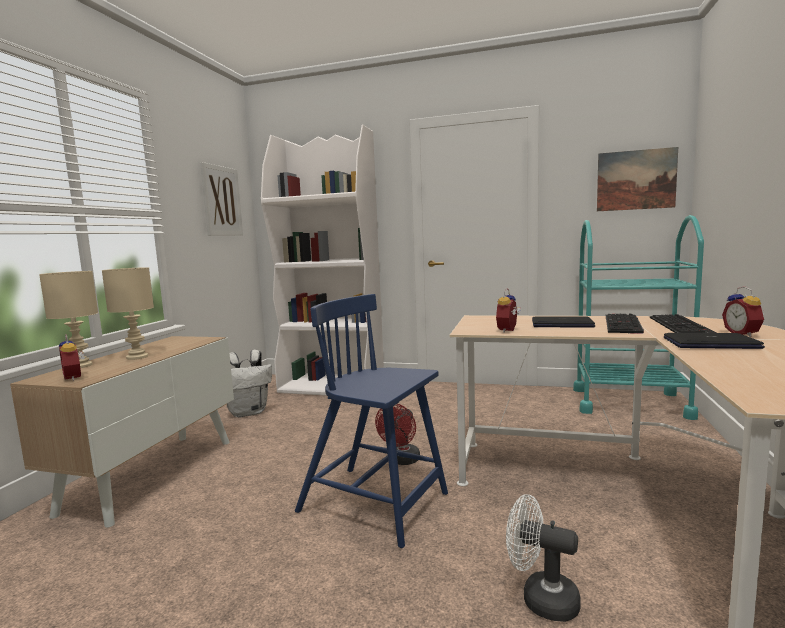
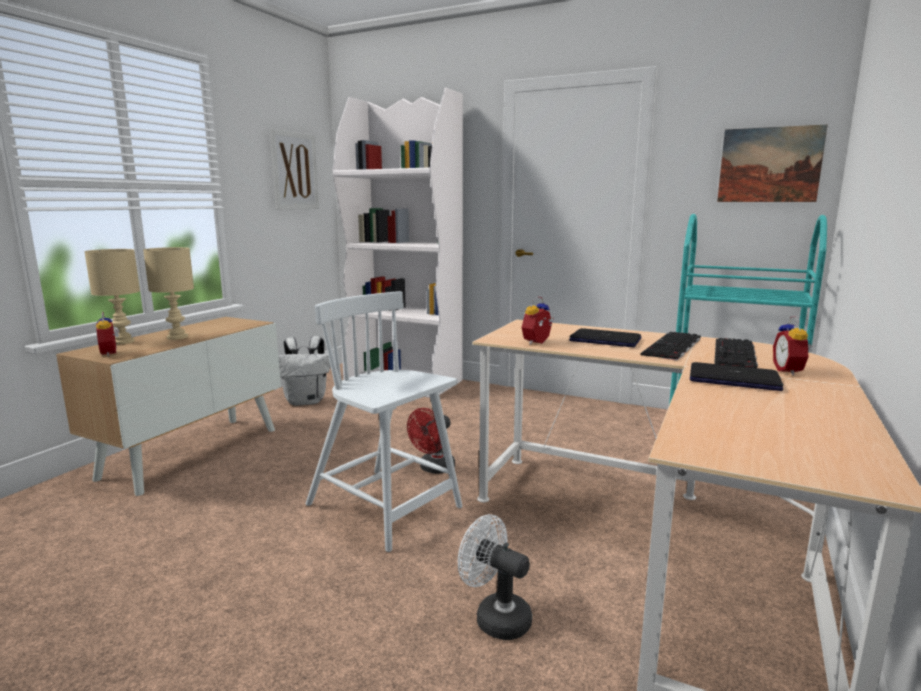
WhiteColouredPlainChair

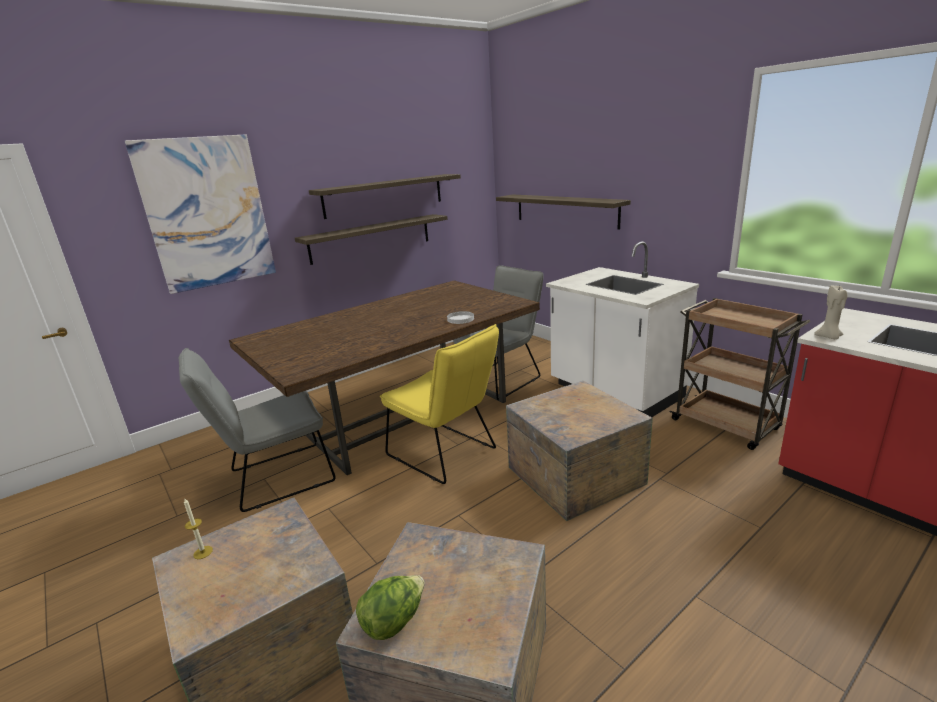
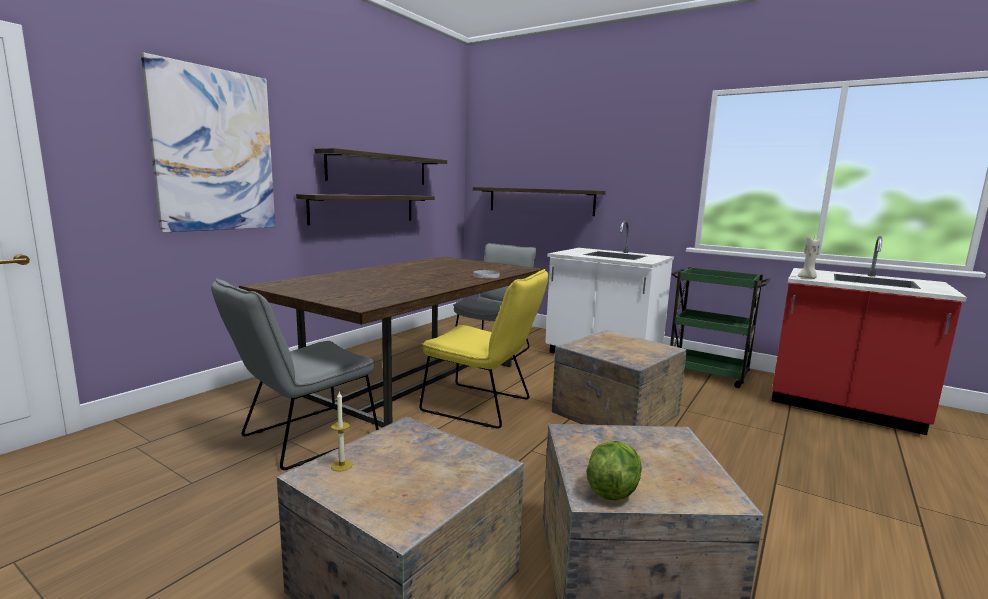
GreenTrolley

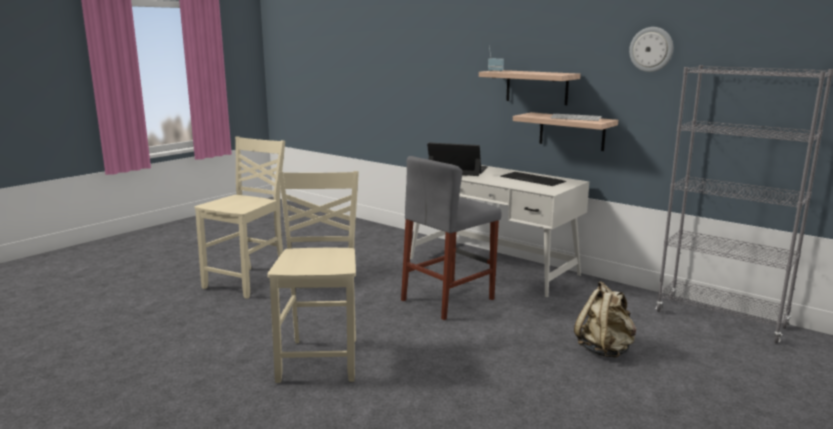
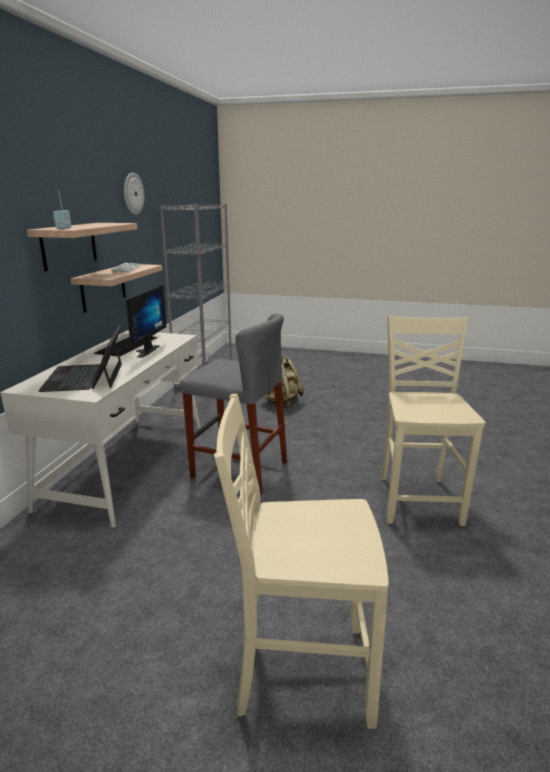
BeigeColouredPlainChair (2nd from left); Monitor

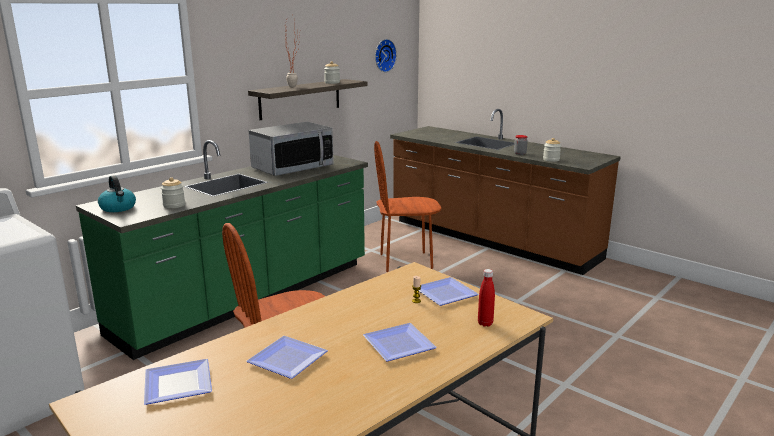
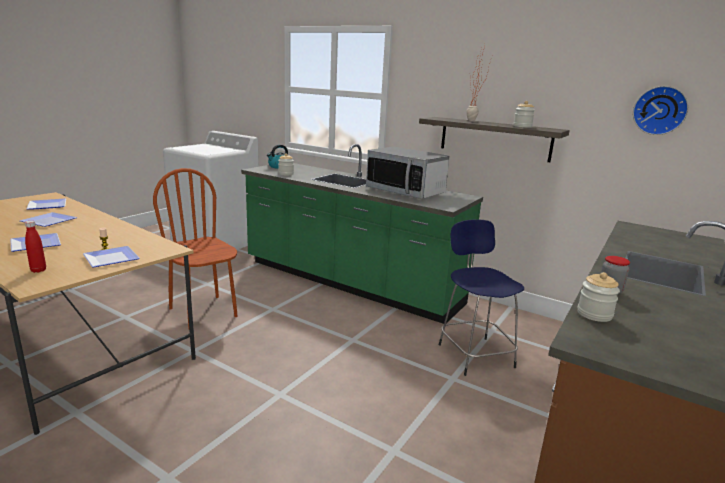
BlueColouredStoolSeat

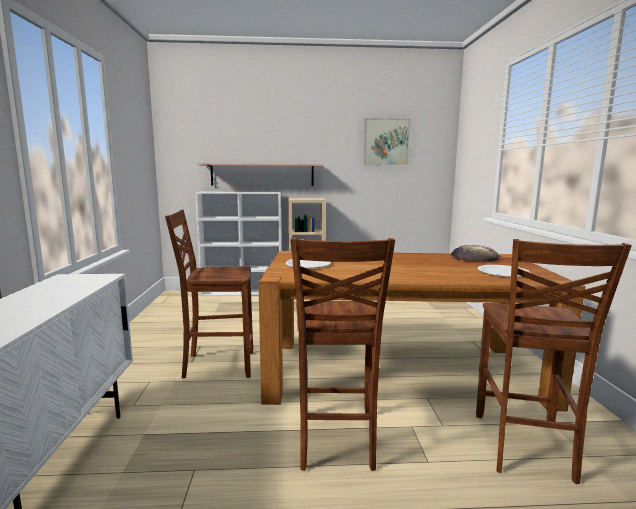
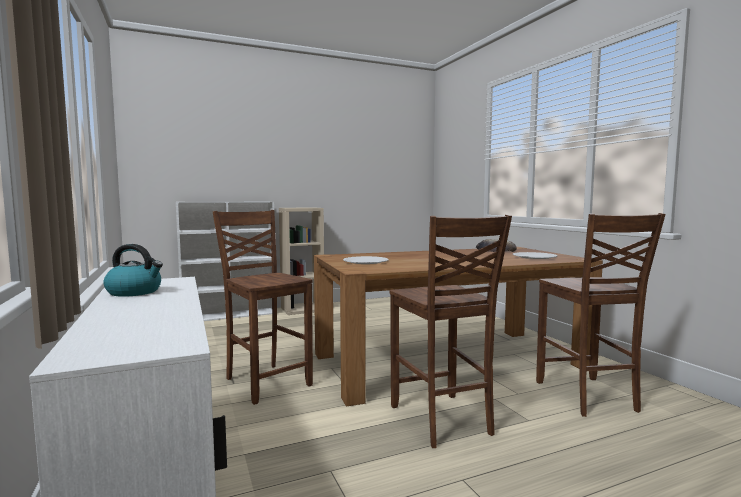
BrownColouredPlainChair (1st from left); BracketShelf; Picture; TeaKettle

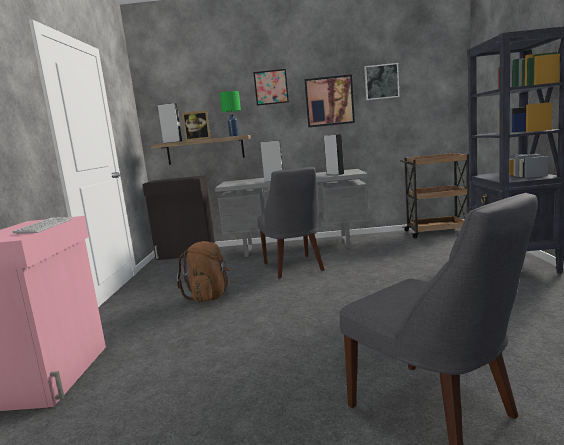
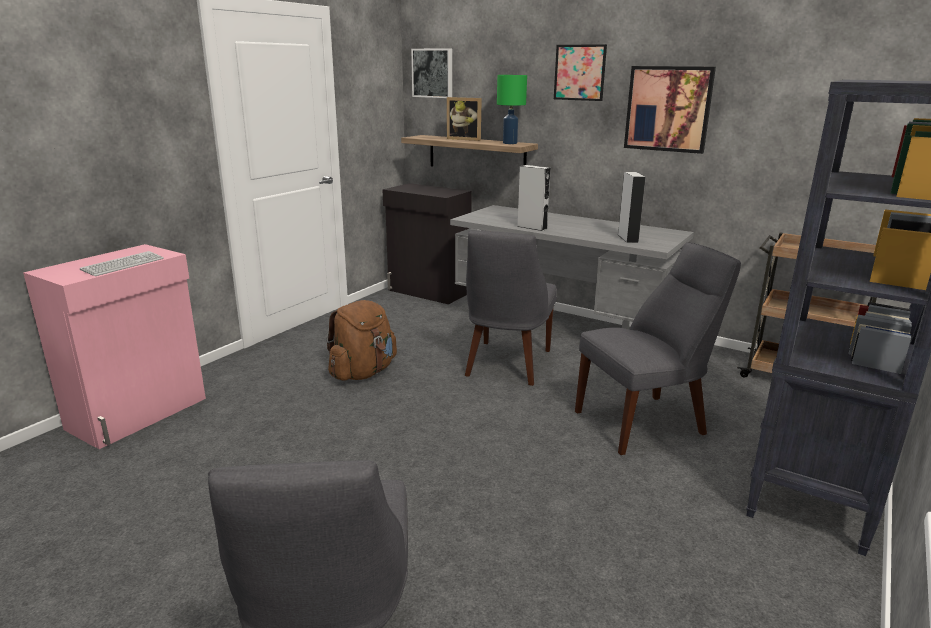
GraySpeaker (1st from left in the first image); Picture (1st from left); GrayPlainChair (3rd from left)

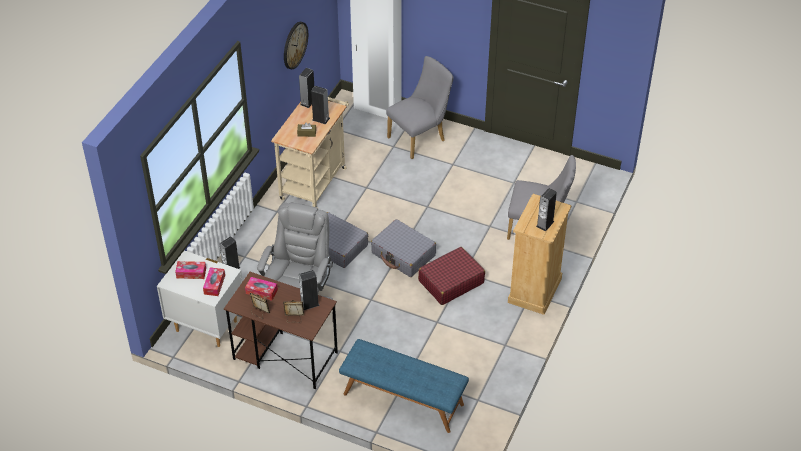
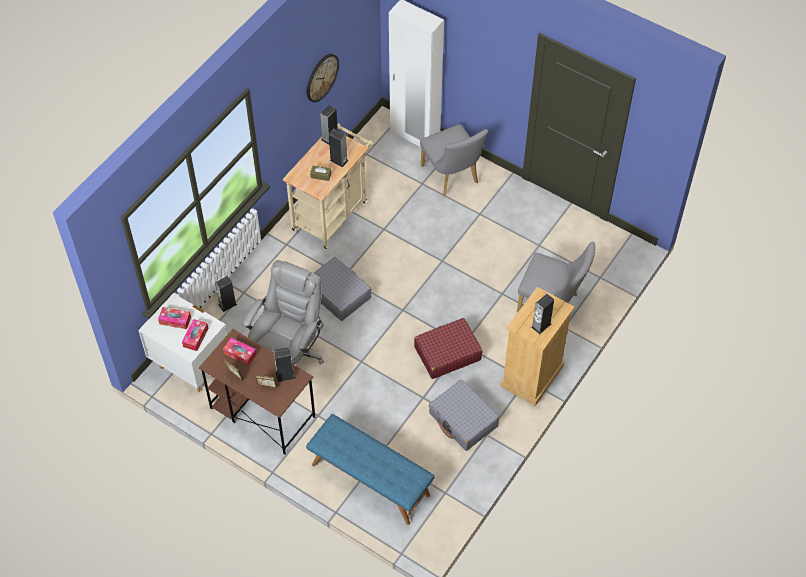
GrayPieceOfLuggage (2nd from left); GrayPlainChair (1st from left)

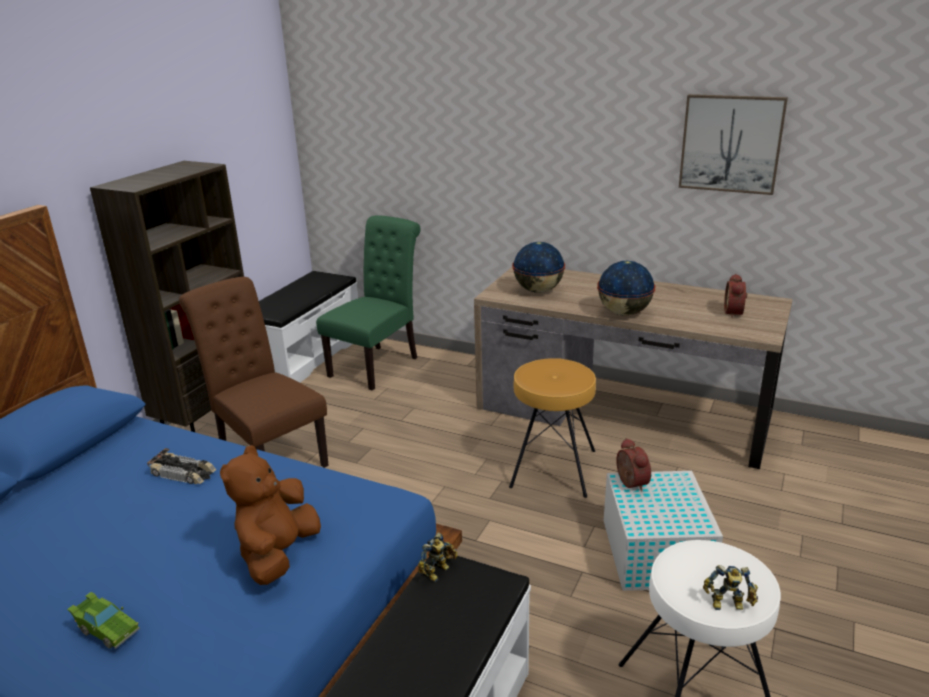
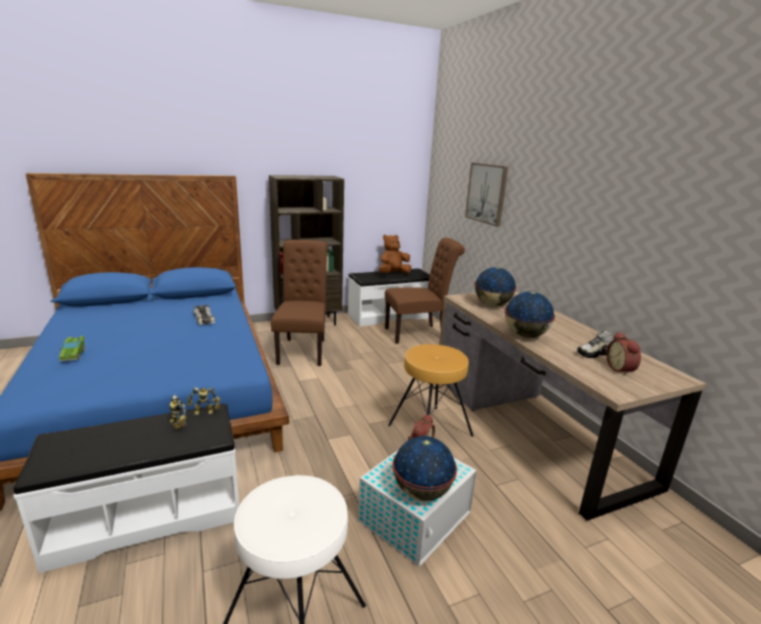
BrownColouredSoftToy; BrownColouredPlainChair (2nd from left); Picture; ModelRobot (1st from left); BedsideClock (2nd from left); Globe (1st from left); LowShoe

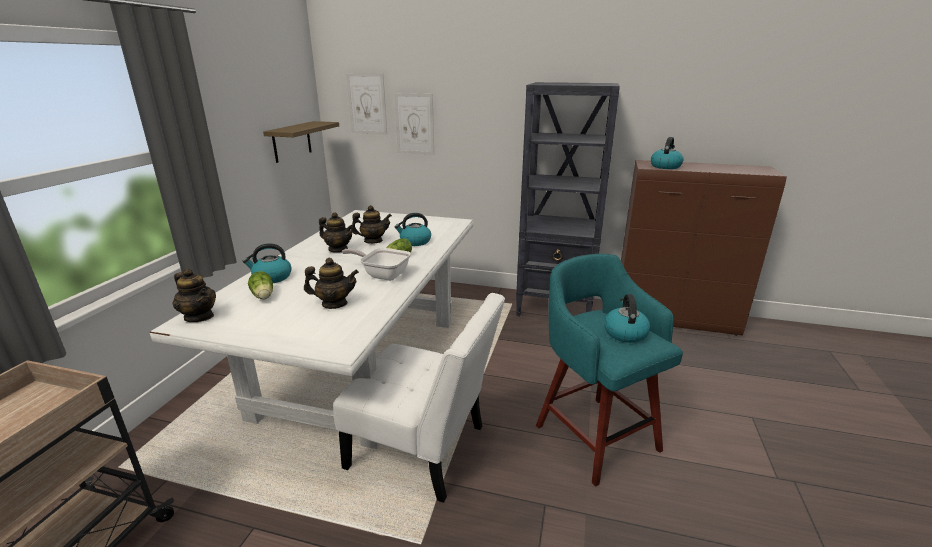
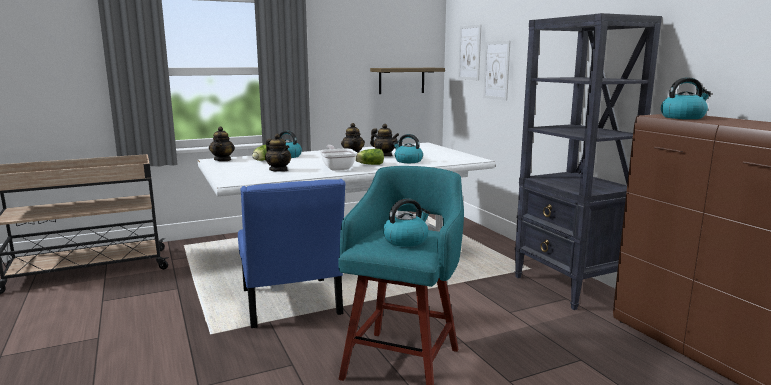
BlueColouredPlainChair

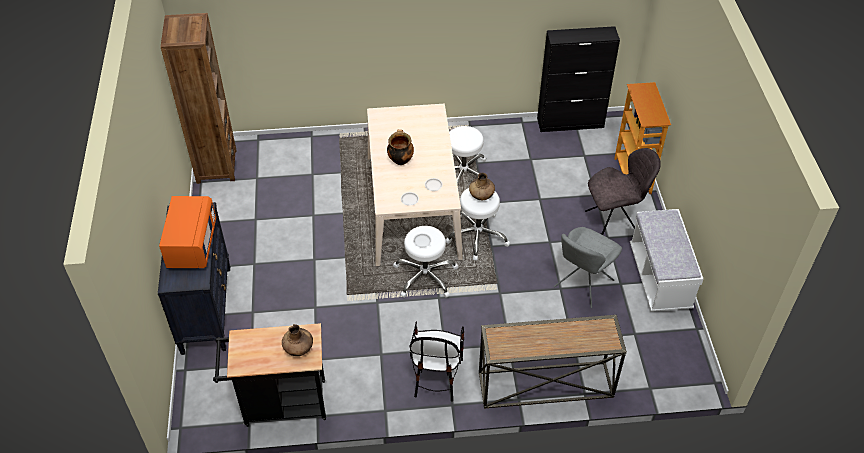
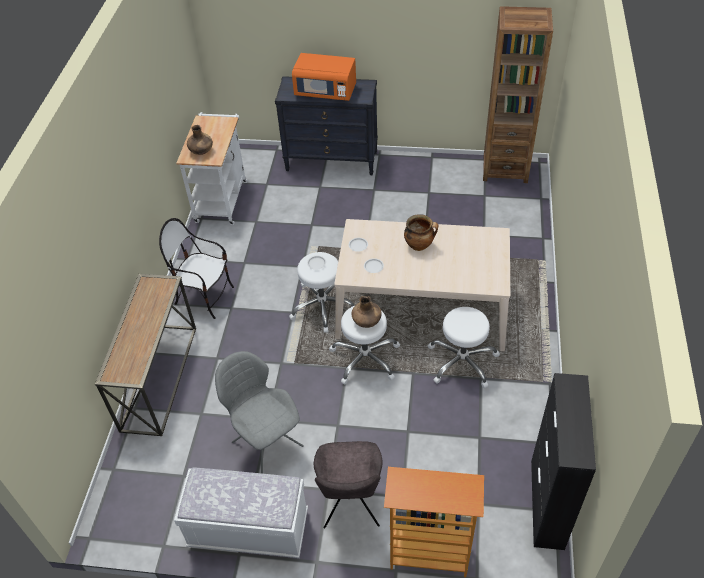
WhiteColouredTrolley

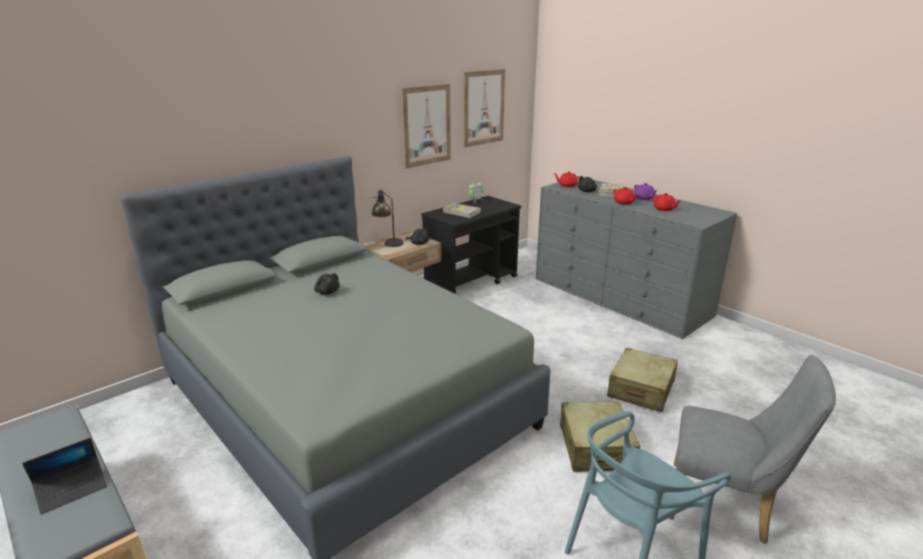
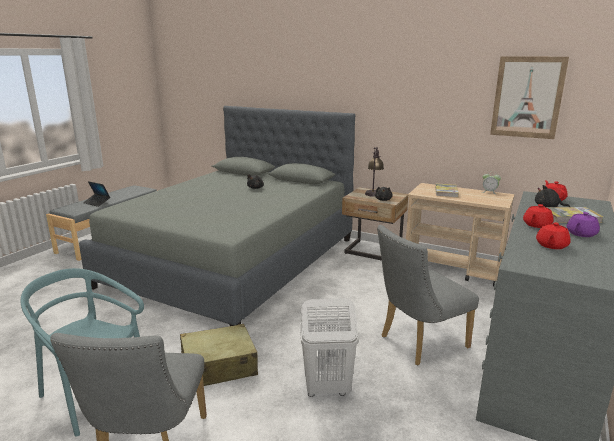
Picture (1st from left in the first image); BeigeColouredTrolley; WhiteColouredLaundryBasket; GrayPlainChair (2nd from left)

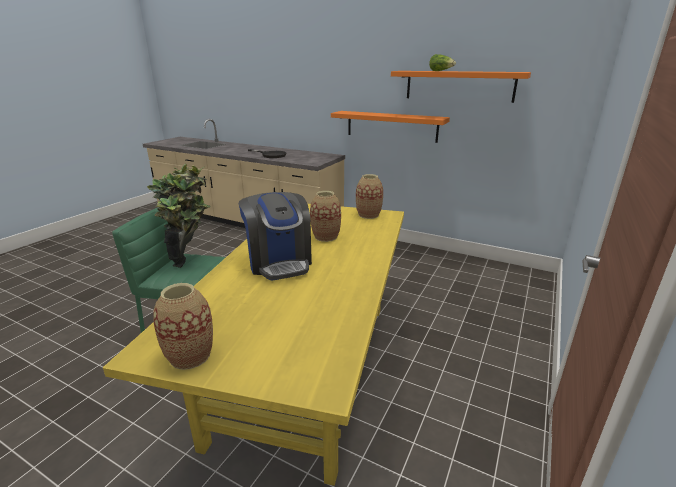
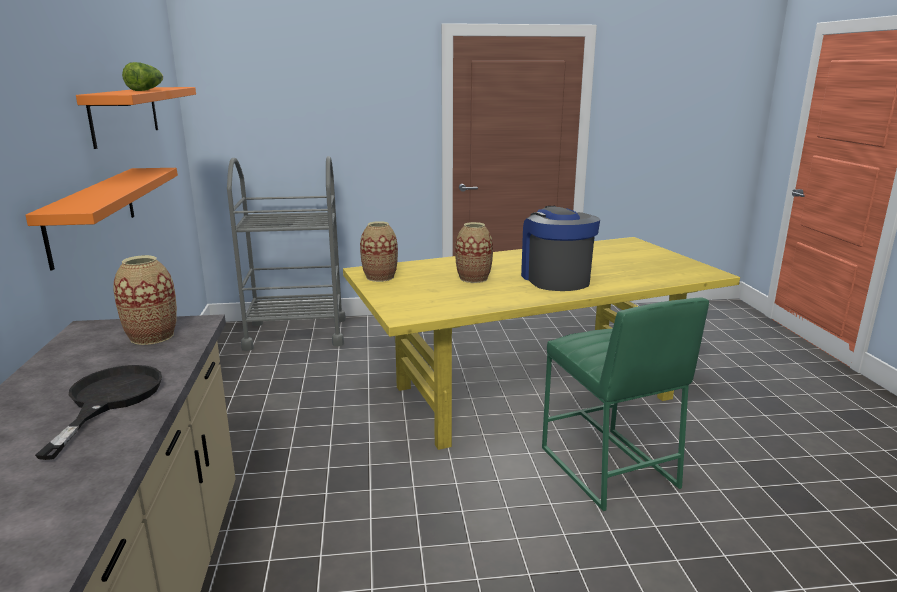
Houseplant; DecorativeVase (1st from left); CoffeeBrewer; GrayTrolley

